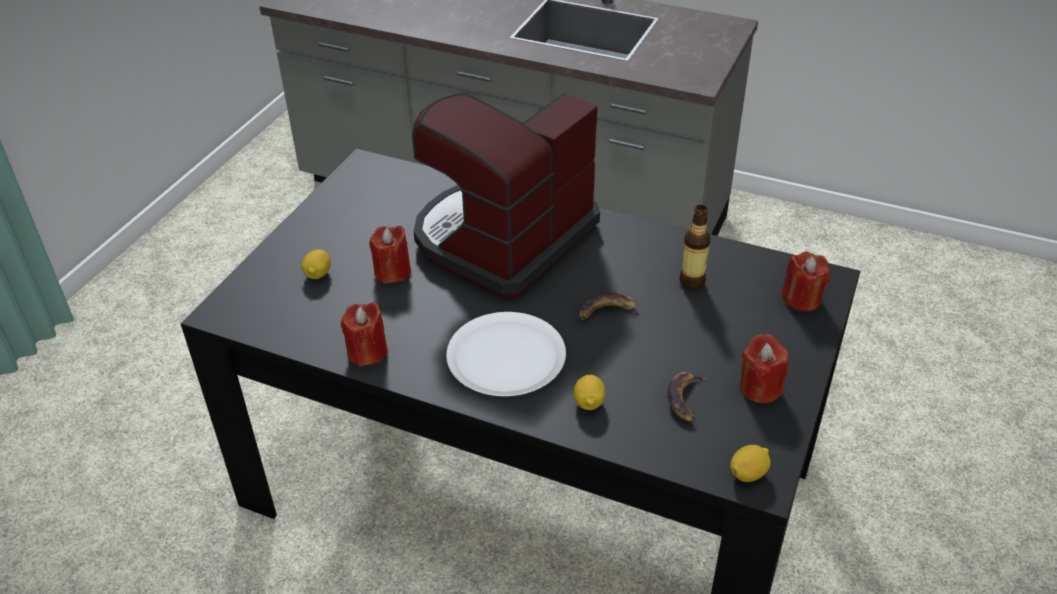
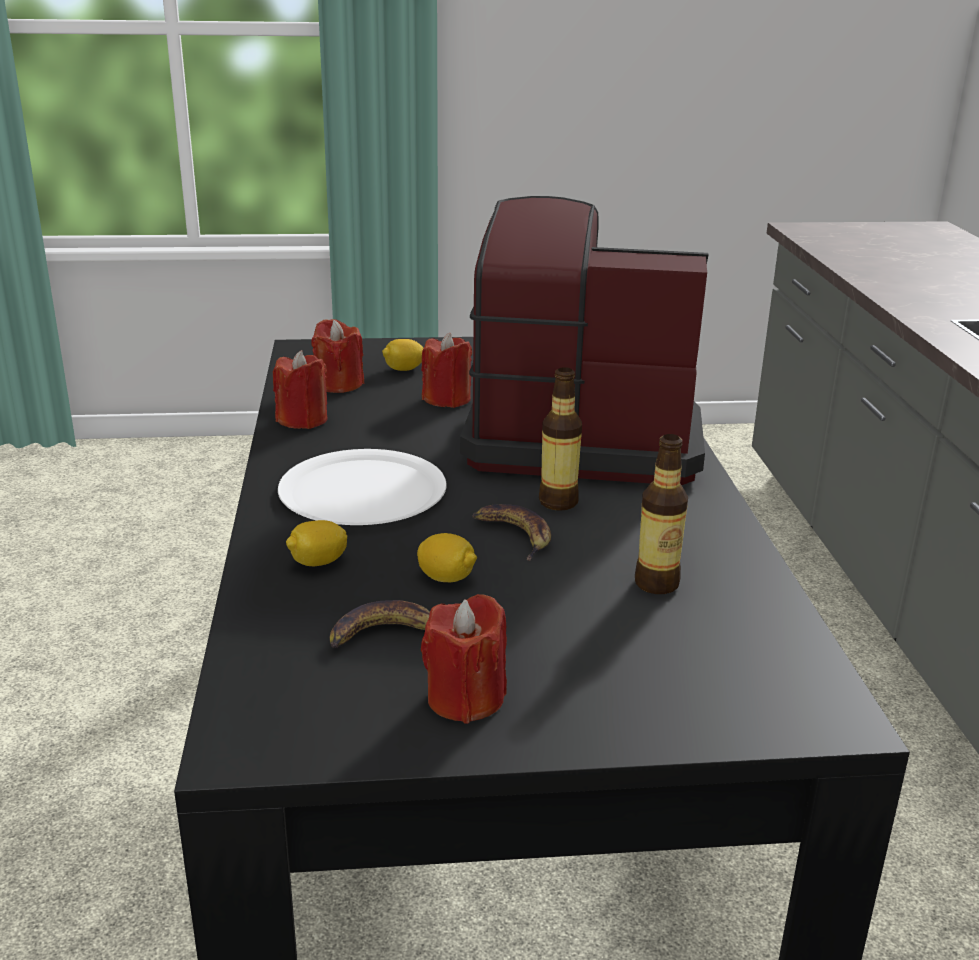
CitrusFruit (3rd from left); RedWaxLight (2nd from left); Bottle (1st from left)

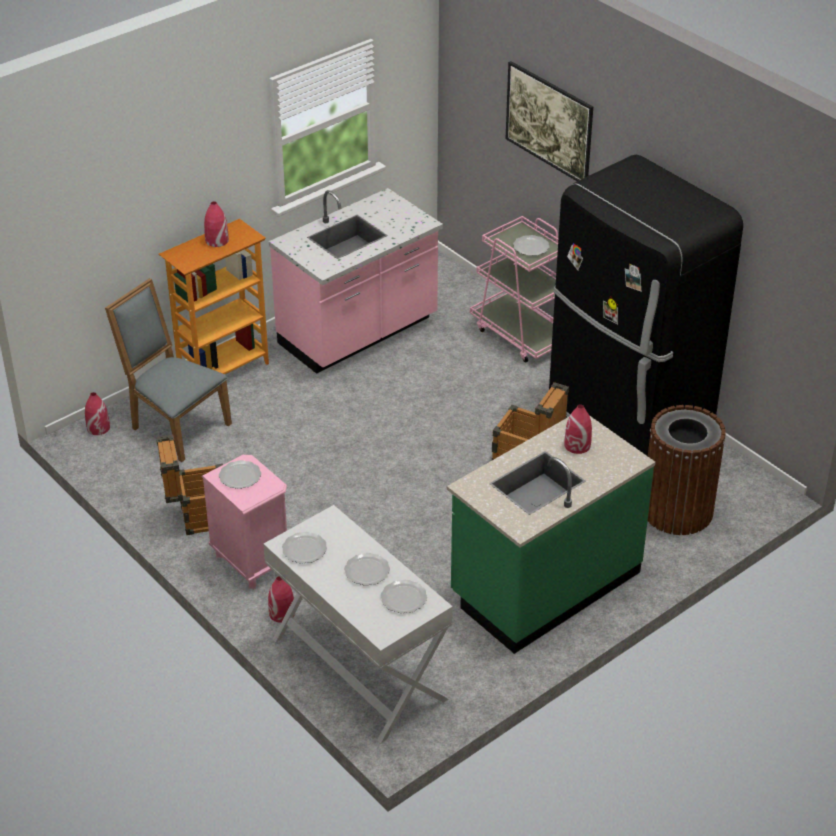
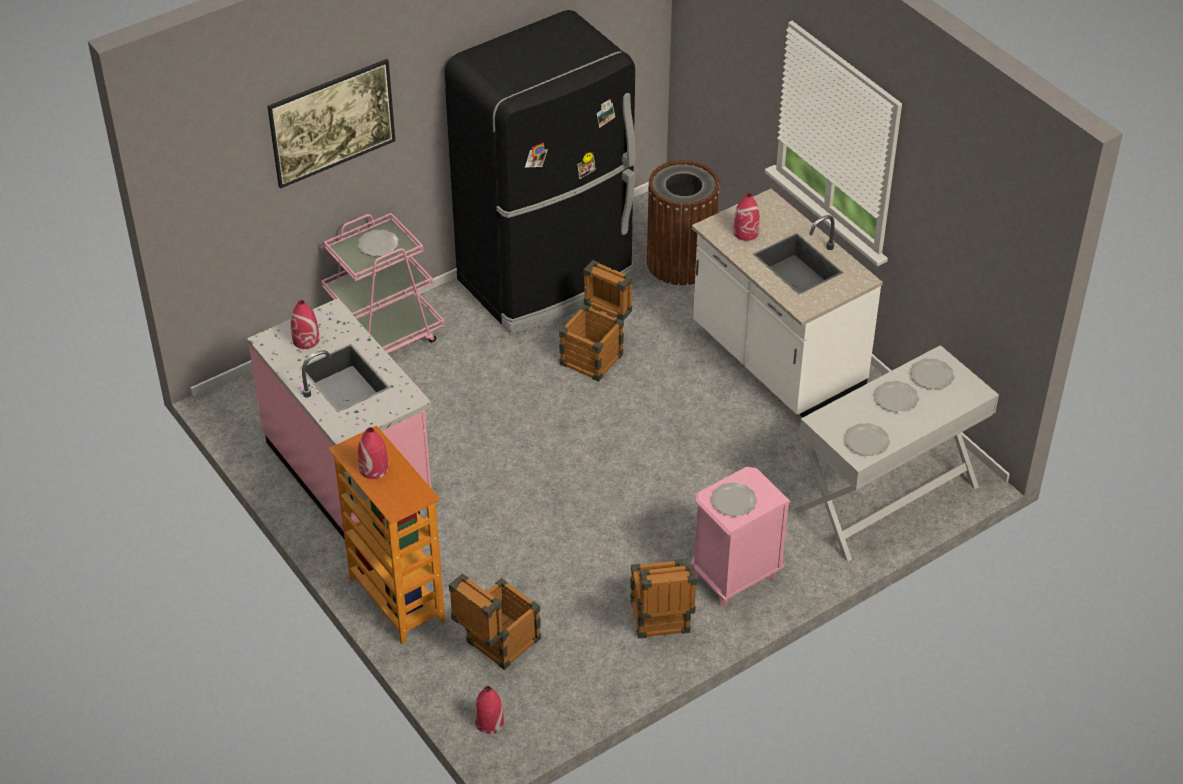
Crate (1st from left); RedDecorativeVase (1st from left); WhiteColouredCounter

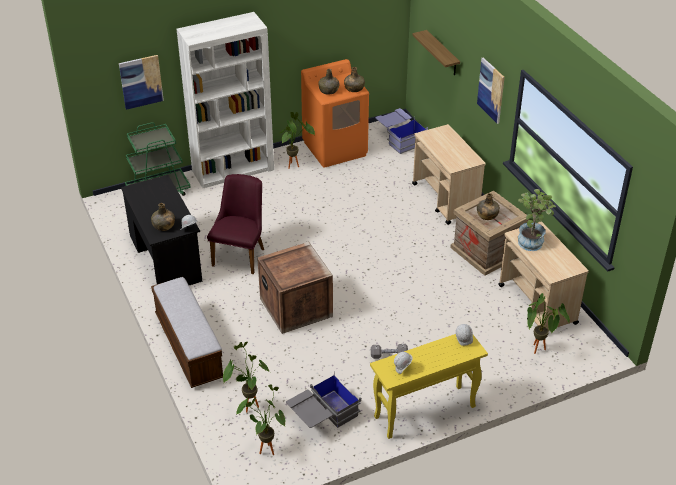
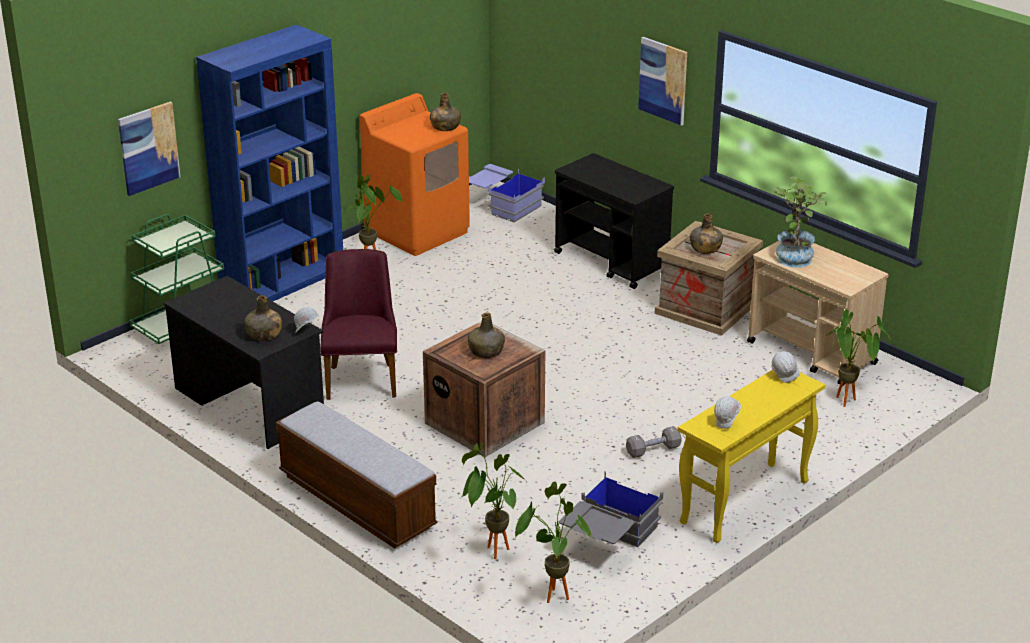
BlueColouredBookshelf; GreenBottle (3rd from left); BracketShelf; BlackTrolley

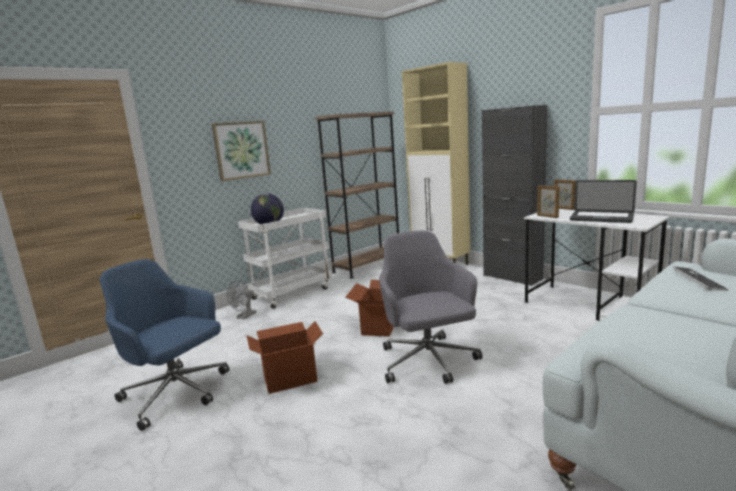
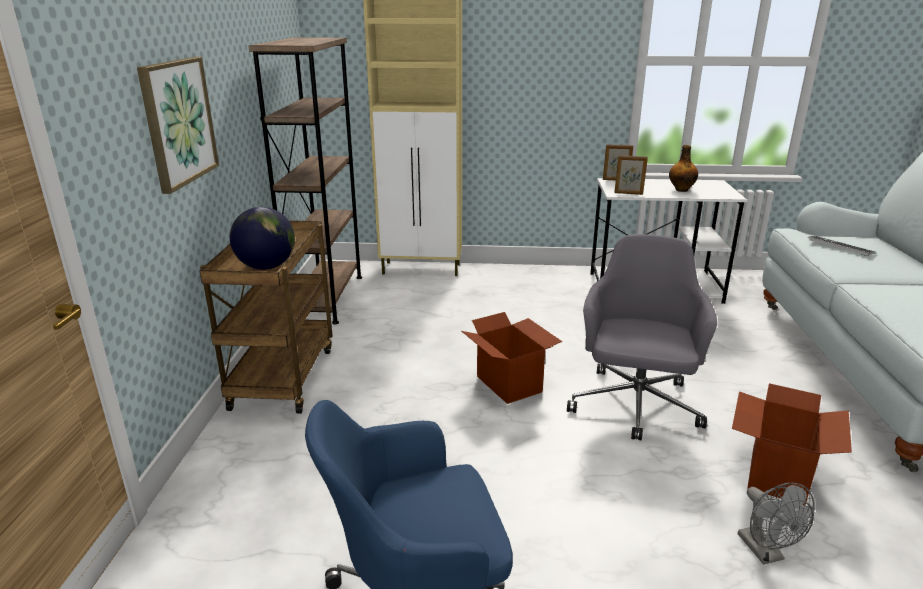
GrayCoolingFan; BrownColouredTrolley; Carton (2nd from left); GrayOfficeChair; BlackStorageCabinet; Bottle

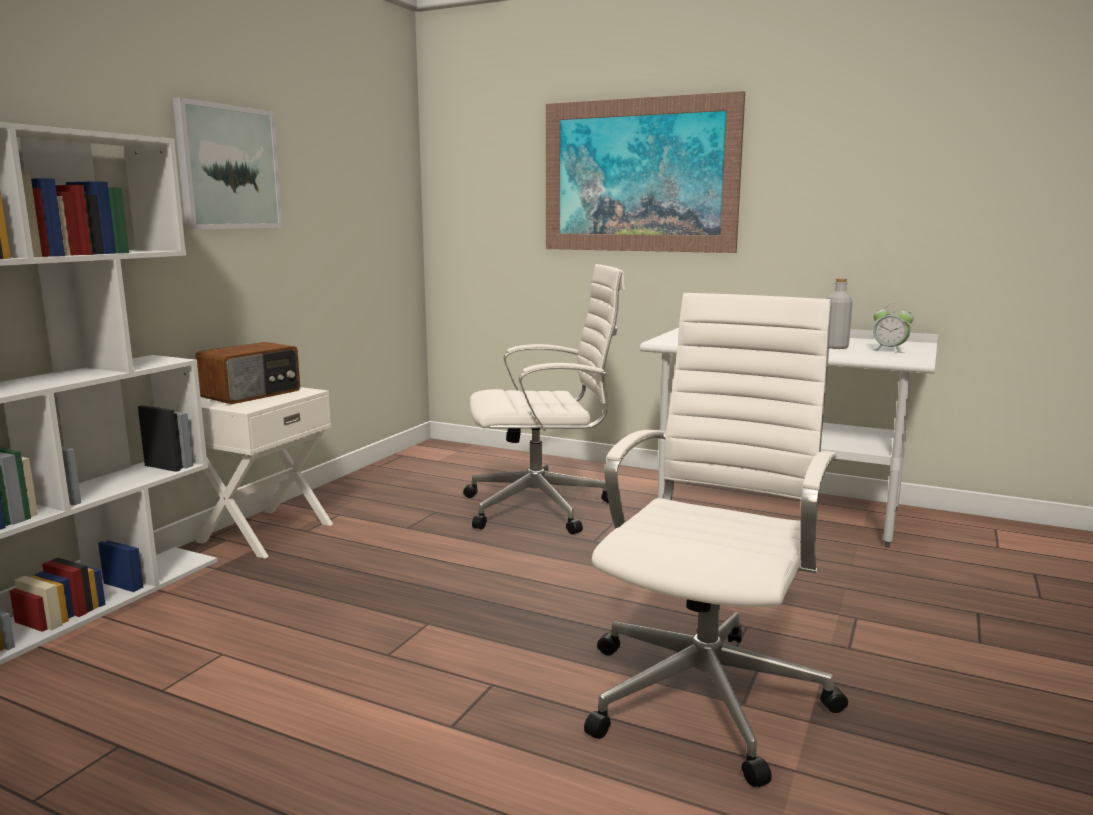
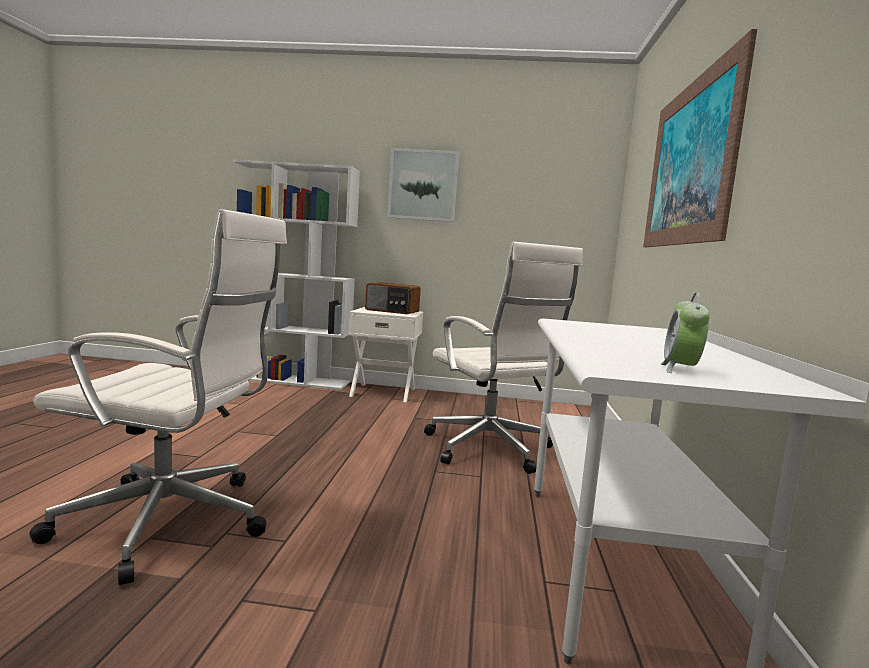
GrayBottle

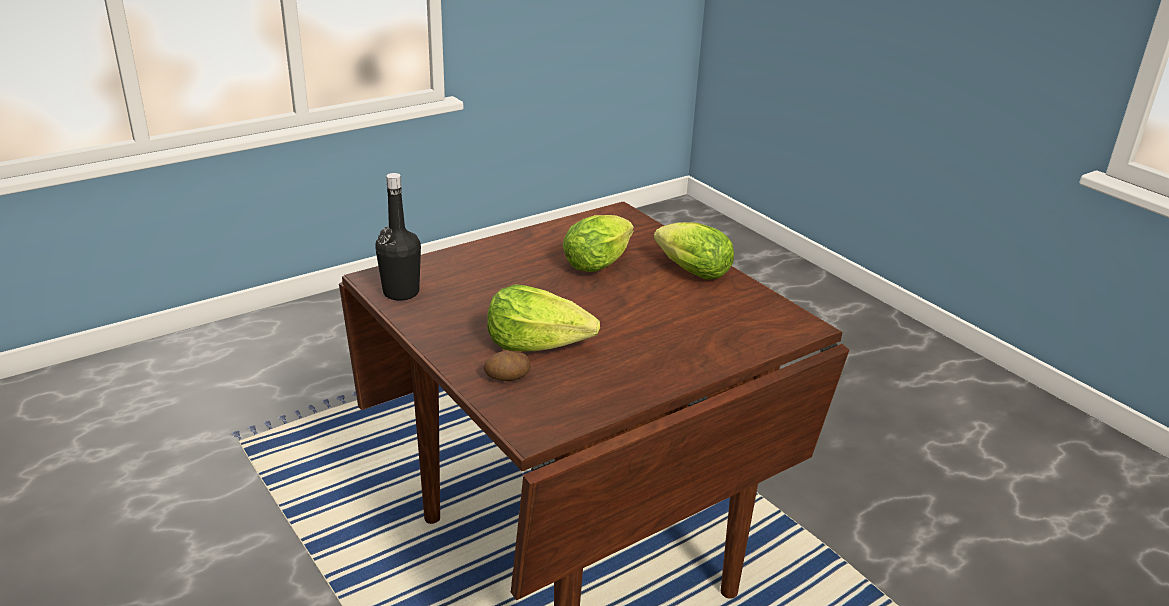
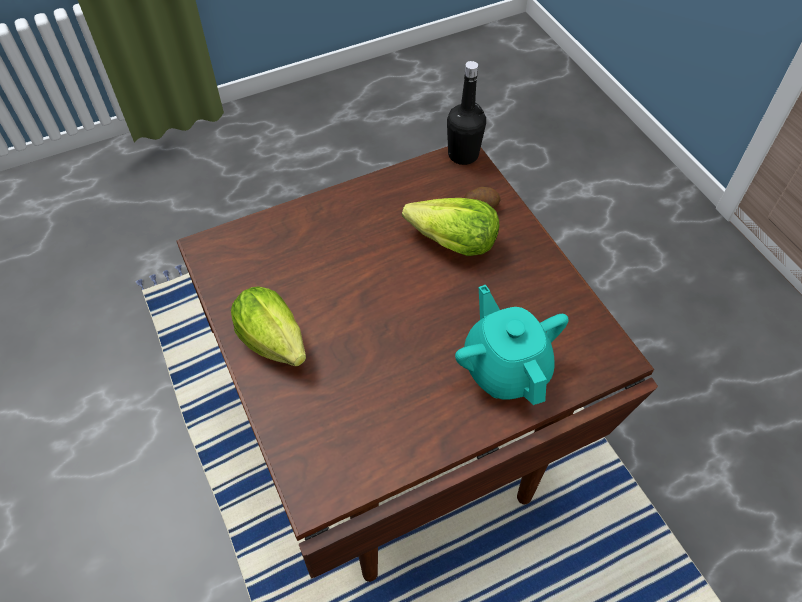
BlackBottle; Lettuce (2nd from left in the first image); TurquoisePotForTea

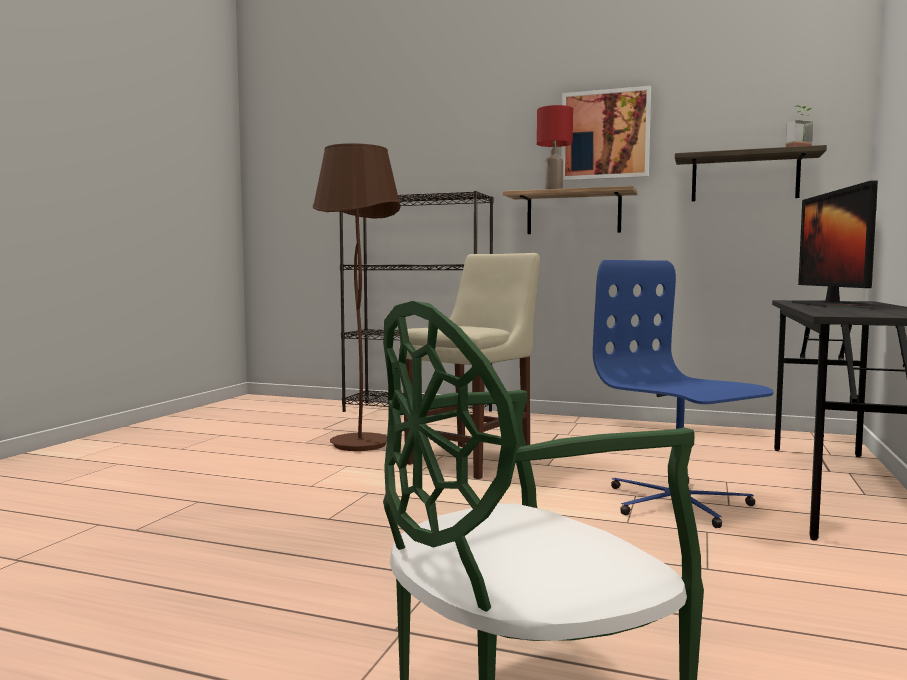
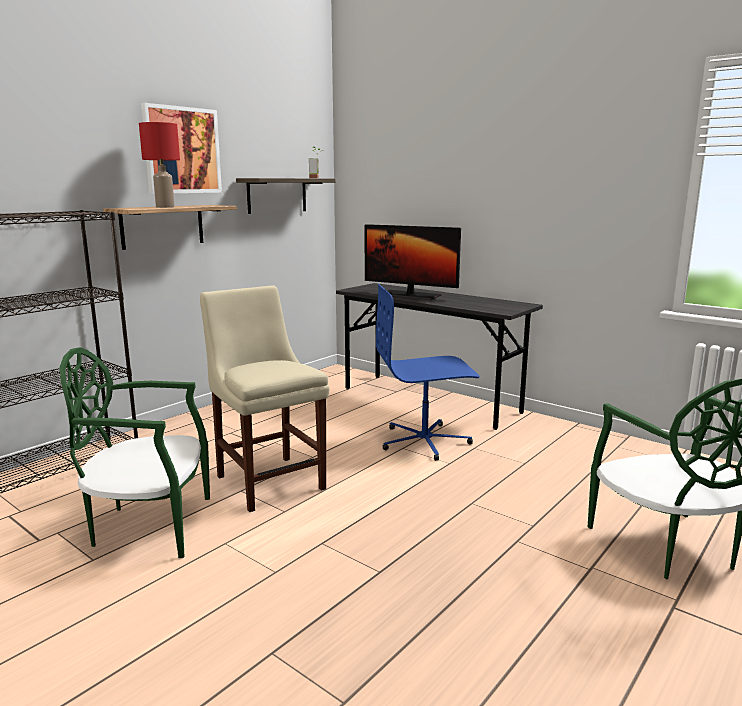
GreenPlainChair (1st from left)

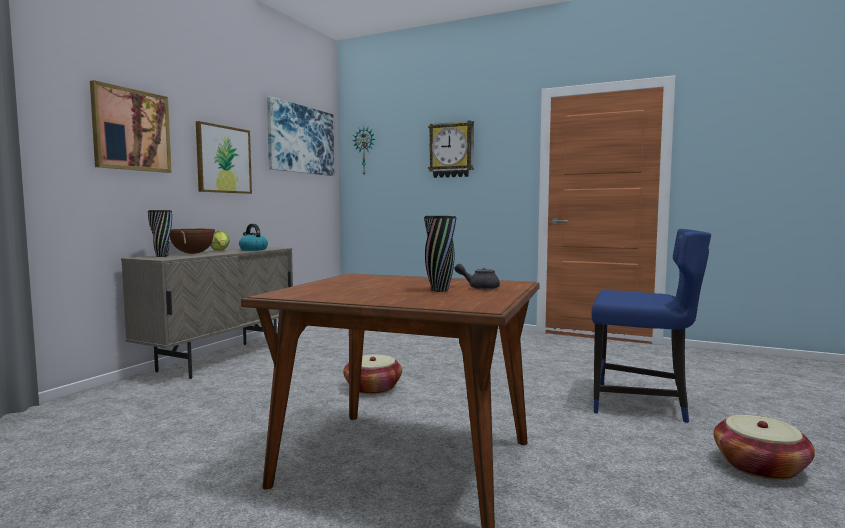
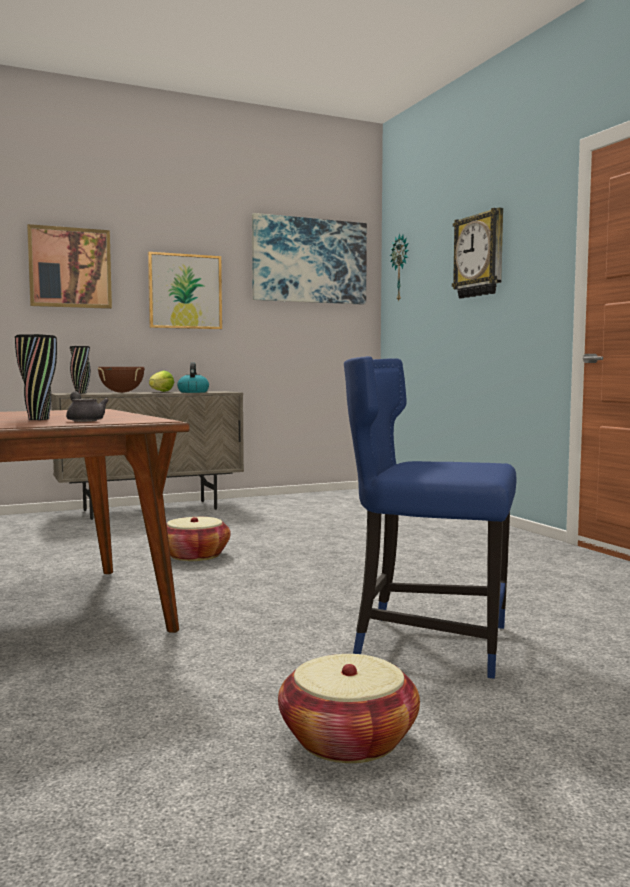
BlueColouredPlainChair

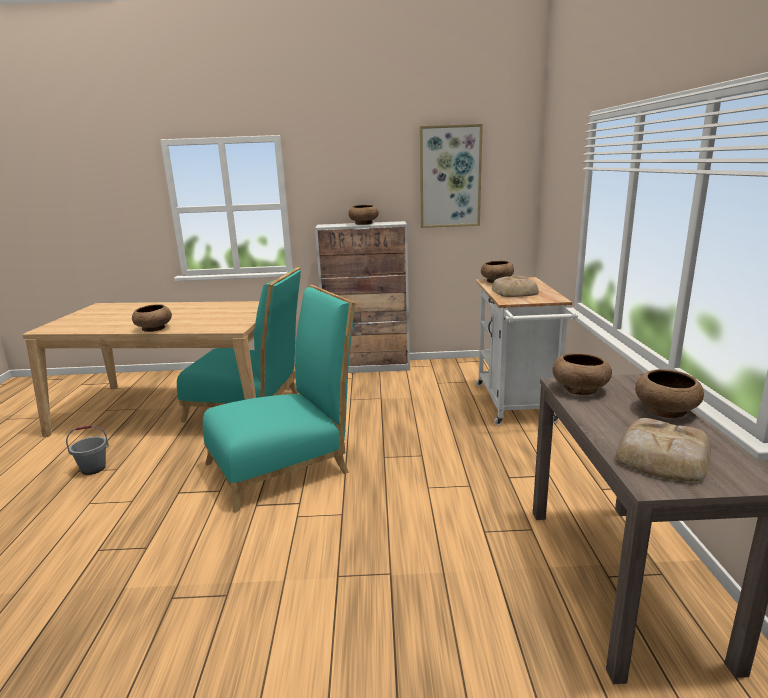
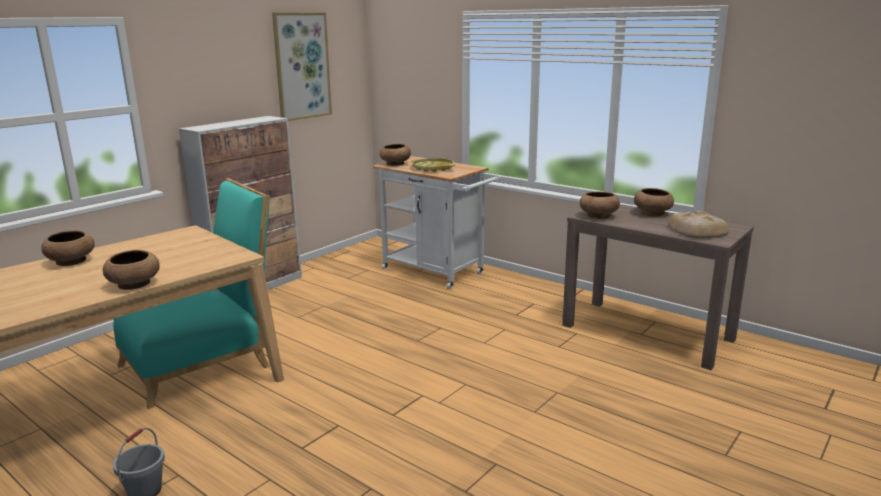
TurquoisePlainChair (2nd from left in the first image); BrownColouredBowl (1st from left); YellowColouredTray

